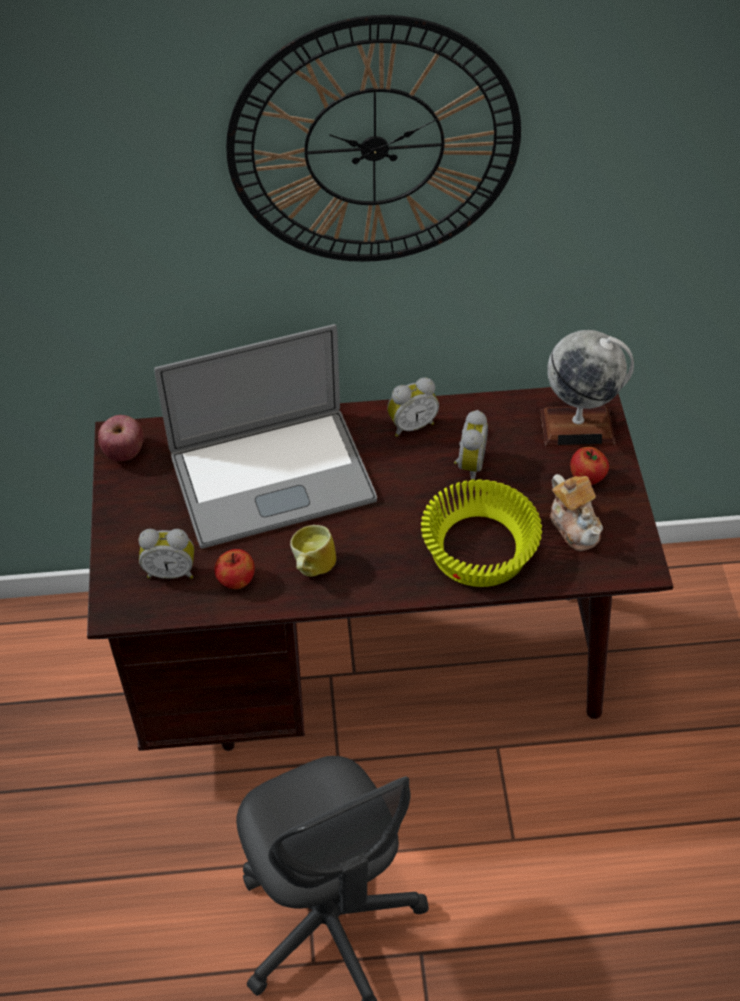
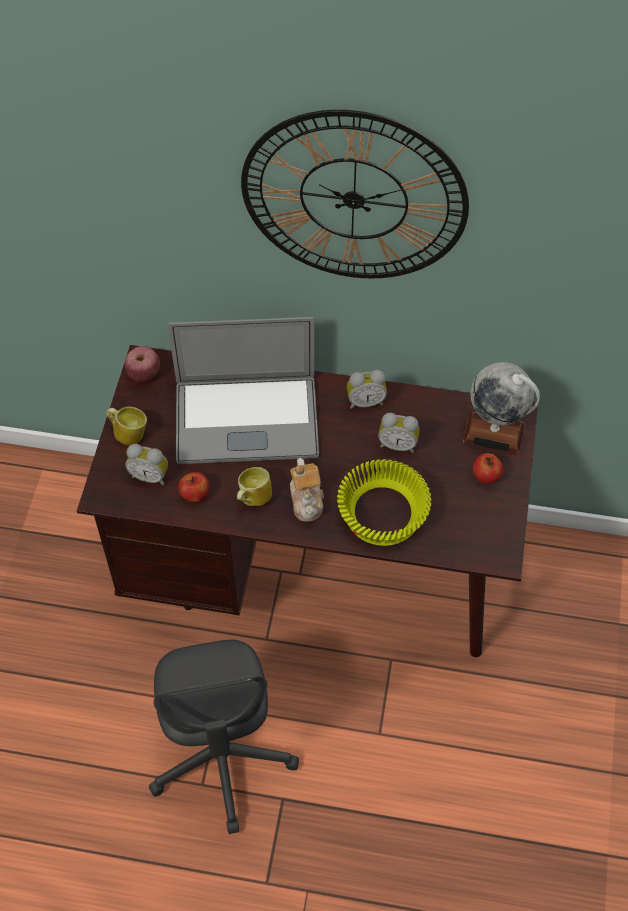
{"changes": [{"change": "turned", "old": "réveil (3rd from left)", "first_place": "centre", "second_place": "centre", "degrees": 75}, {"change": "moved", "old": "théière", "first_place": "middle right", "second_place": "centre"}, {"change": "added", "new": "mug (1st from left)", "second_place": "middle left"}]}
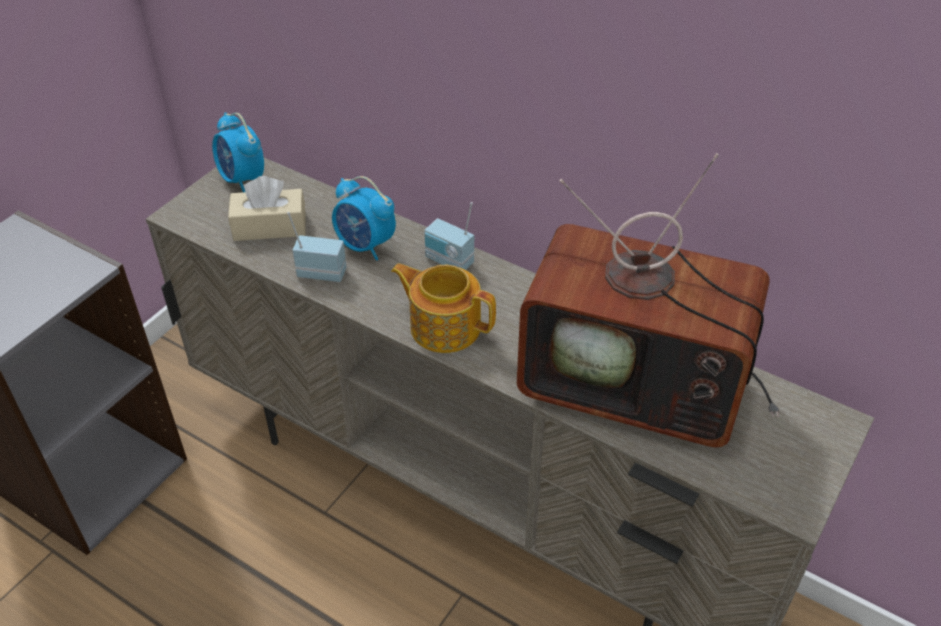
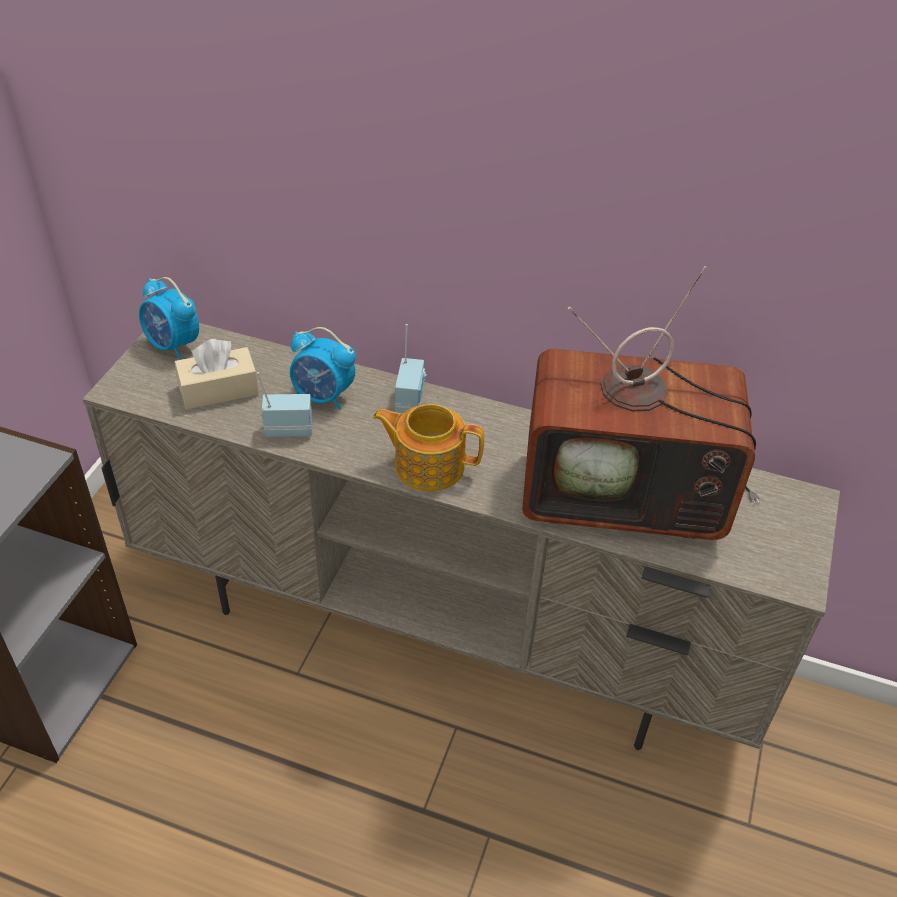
{"changes": [{"change": "turned", "old": "radio (2nd from left)", "first_place": "centre", "second_place": "centre", "degrees": -105}]}
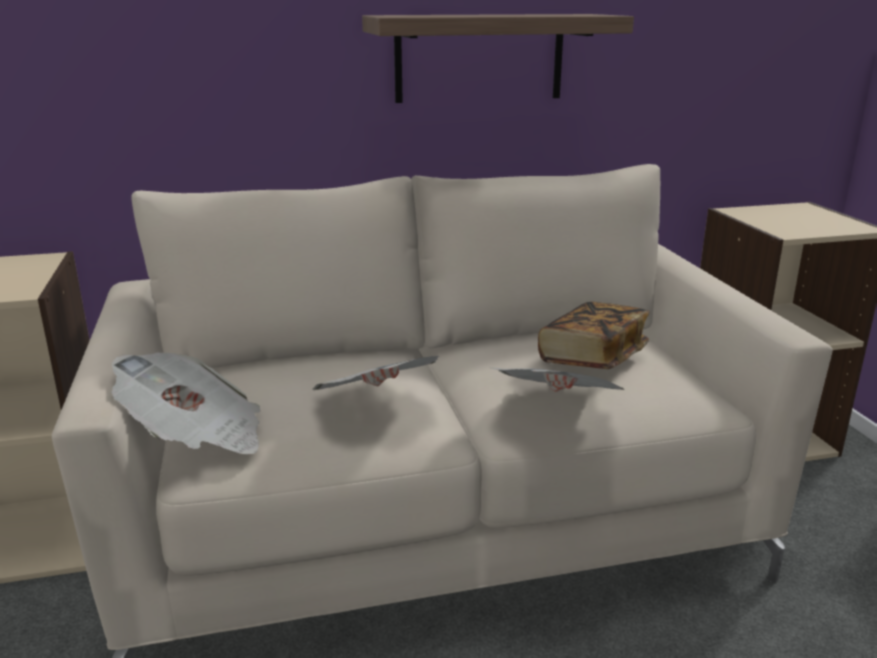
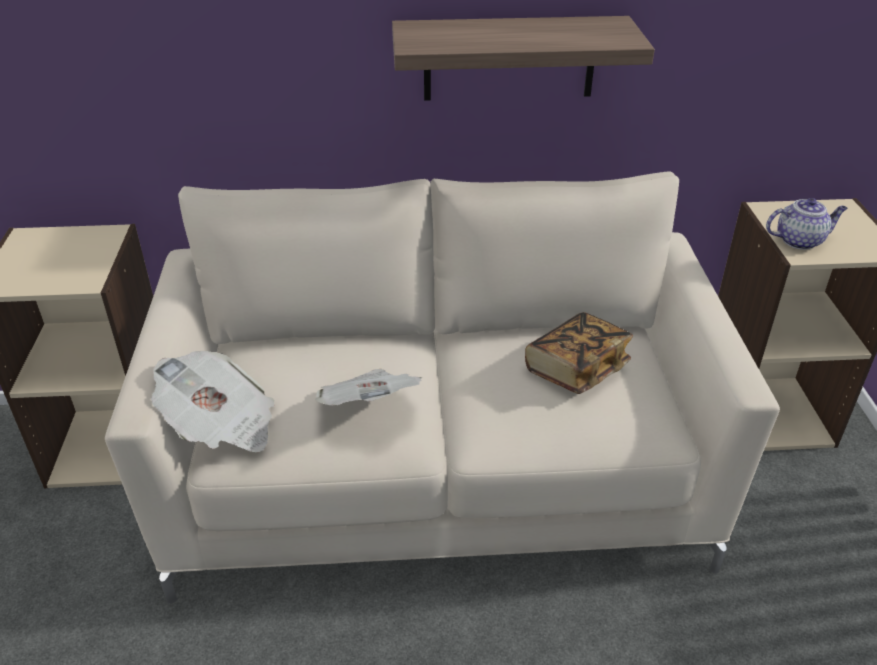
{"changes": [{"change": "removed", "old": "journal (3rd from left)", "first_place": "centre"}, {"change": "added", "new": "théière", "second_place": "middle right"}]}
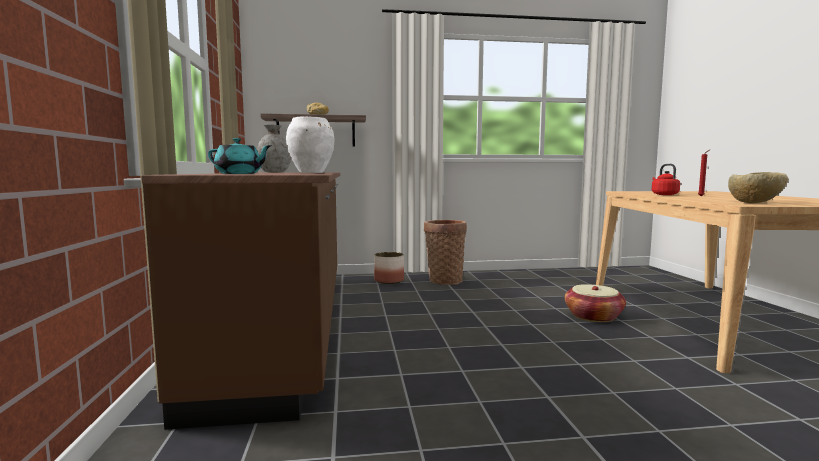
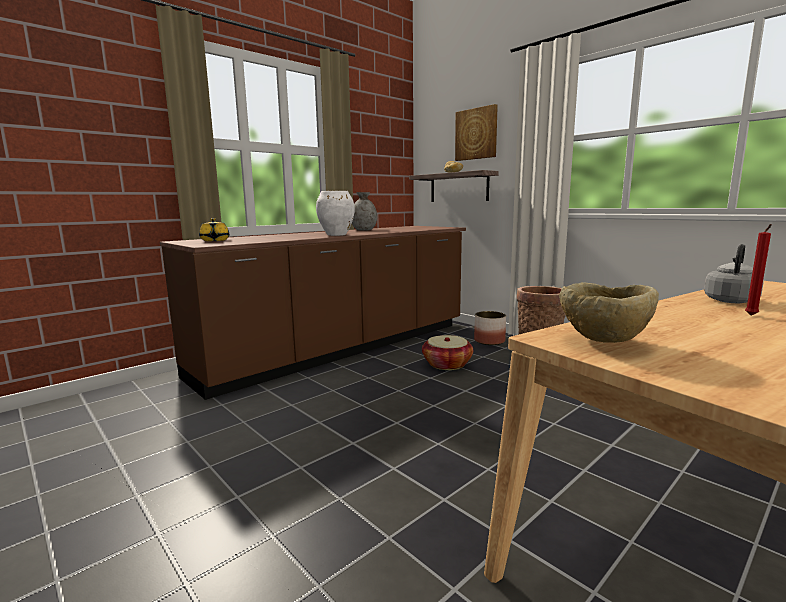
{"changes": [{"change": "recoloured", "old": "théière/turquoise", "new": "théière/jaune", "first_place": "middle left", "second_place": "middle left"}, {"change": "recoloured", "old": "bouilloire/rouge", "new": "bouilloire/gris", "first_place": "middle right", "second_place": "middle right"}, {"change": "moved", "old": "panier (2nd from left in the first image)", "new": "panier (1st from left)", "first_place": "middle right", "second_place": "centre"}, {"change": "added", "new": "tableau", "second_place": "top centre"}]}
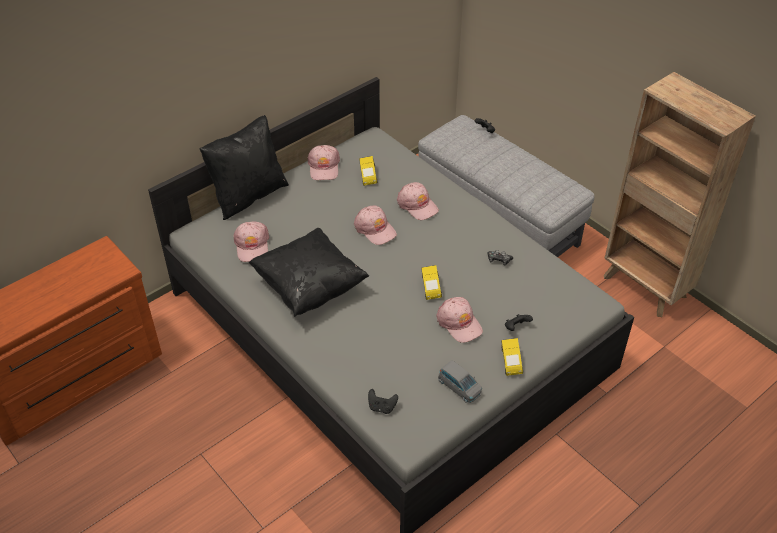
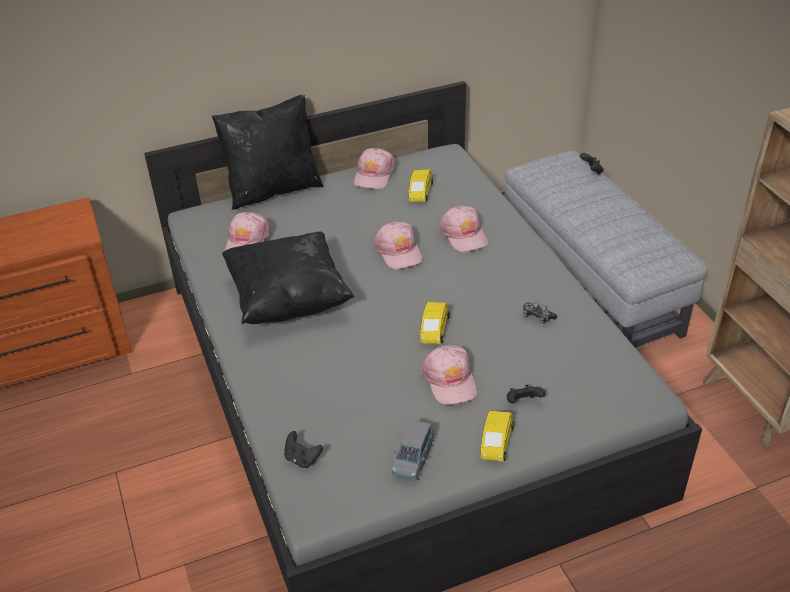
{"changes": [{"change": "turned", "old": "petite voiture/gris", "first_place": "bottom centre", "second_place": "bottom centre", "degrees": 45}]}
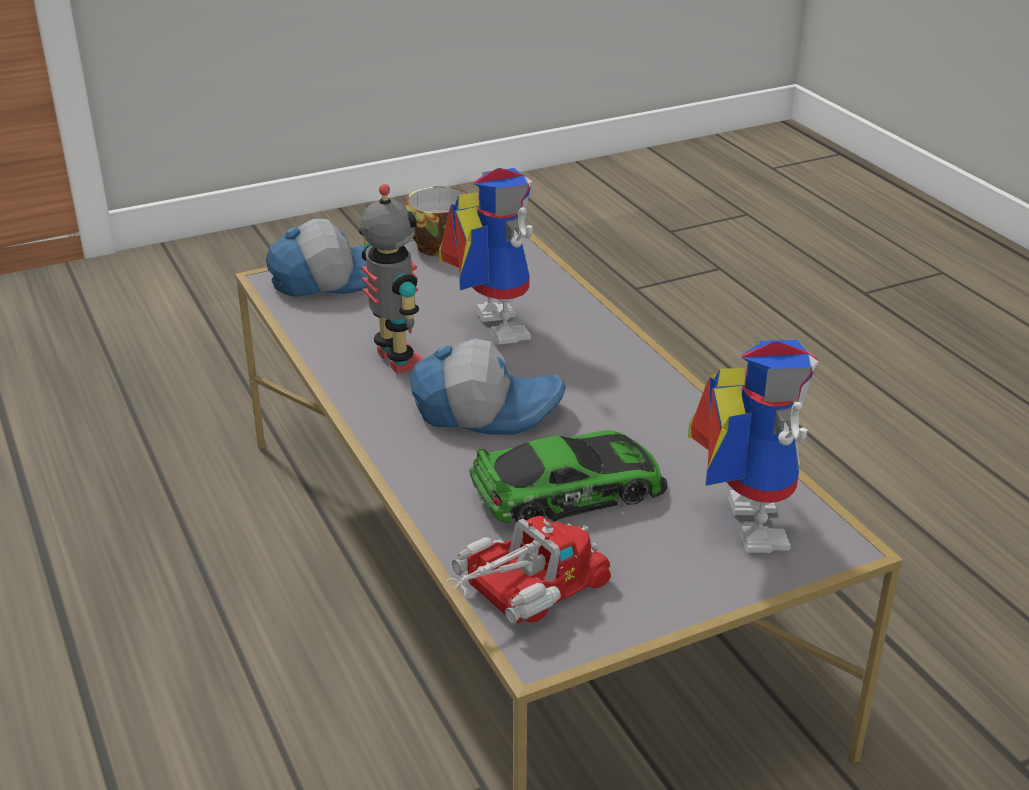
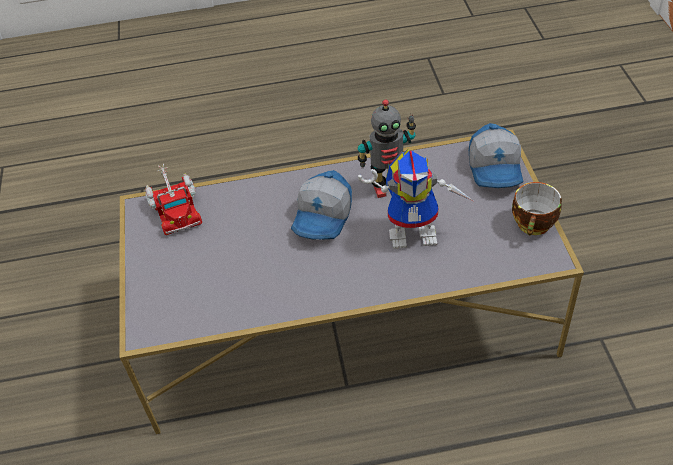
{"changes": [{"change": "removed", "old": "robot jouet (3rd from left)", "first_place": "middle right"}, {"change": "removed", "old": "petite voiture", "first_place": "centre"}]}
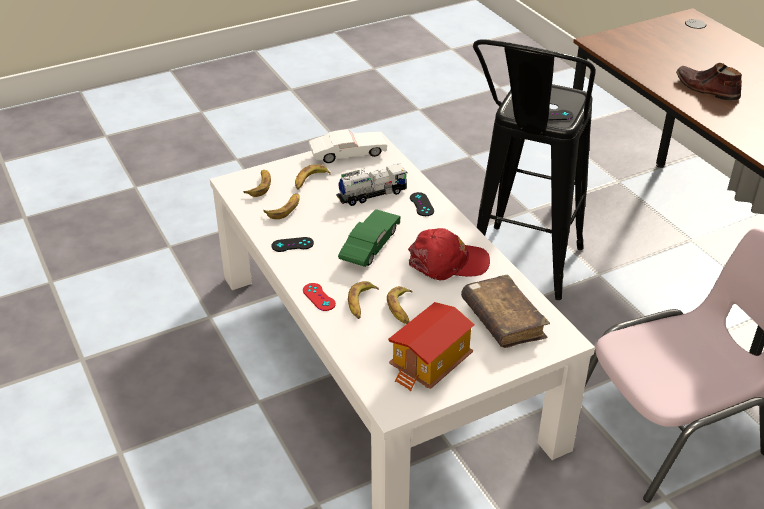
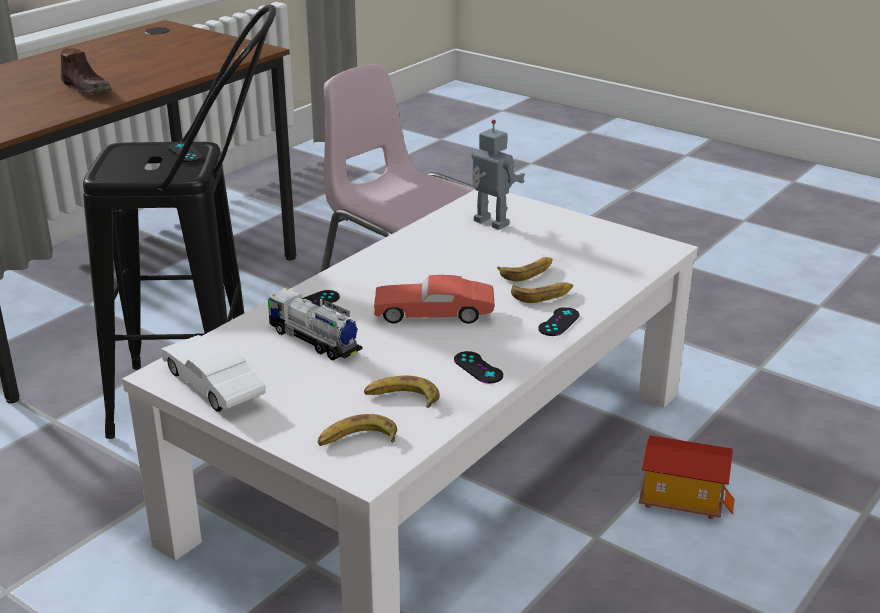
{"changes": [{"change": "turned", "old": "chaussure/marron", "first_place": "top right", "second_place": "top left", "degrees": -60}, {"change": "removed", "old": "banane (3rd from left)", "first_place": "centre"}, {"change": "recoloured", "old": "petite voiture/vert", "new": "petite voiture/rouge", "first_place": "centre", "second_place": "centre"}, {"change": "removed", "old": "casquette/rouge", "first_place": "centre"}, {"change": "replaced", "old": "livre/marron", "new": "robot jouet", "first_place": "centre", "second_place": "top centre"}, {"change": "recoloured", "old": "manette/rouge", "new": "manette/noir (4th from left)", "first_place": "centre", "second_place": "centre"}, {"change": "moved", "old": "maison miniature", "first_place": "bottom centre", "second_place": "bottom right"}]}
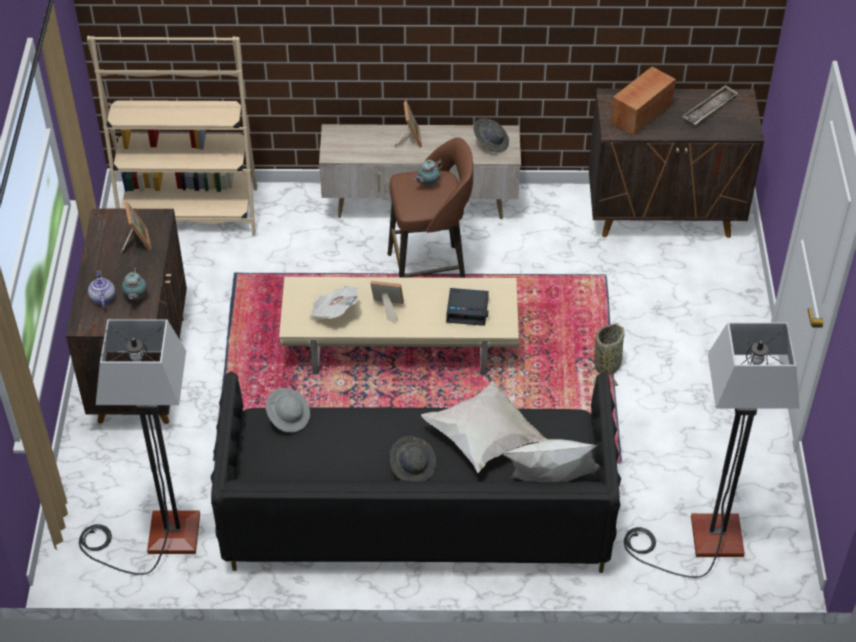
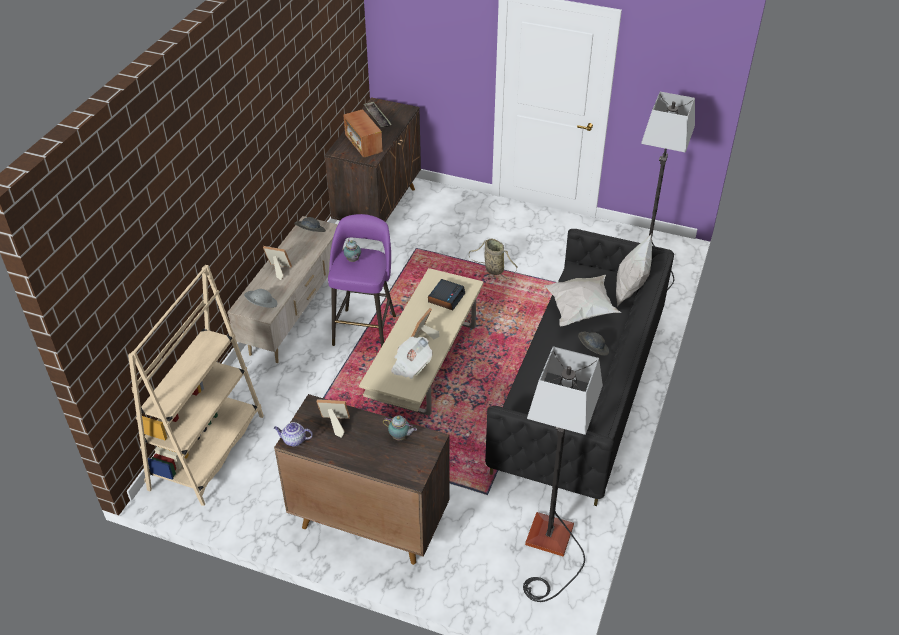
{"changes": [{"change": "recoloured", "old": "tabouret/marron", "new": "tabouret/violet", "first_place": "top centre", "second_place": "centre"}, {"change": "moved", "old": "théière (1st from left)", "first_place": "middle left", "second_place": "bottom left"}, {"change": "moved", "old": "chapeau/gris (1st from left)", "first_place": "centre", "second_place": "middle left"}]}
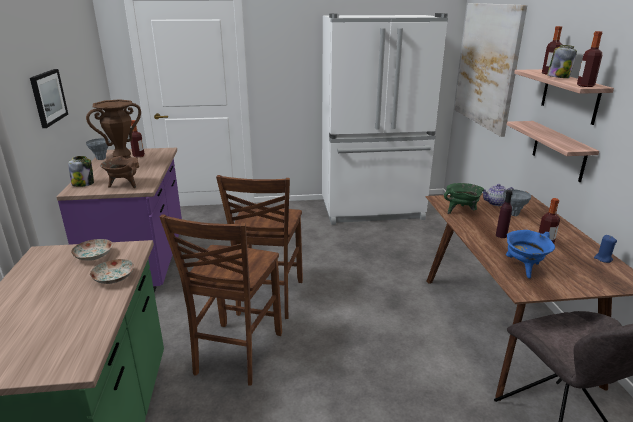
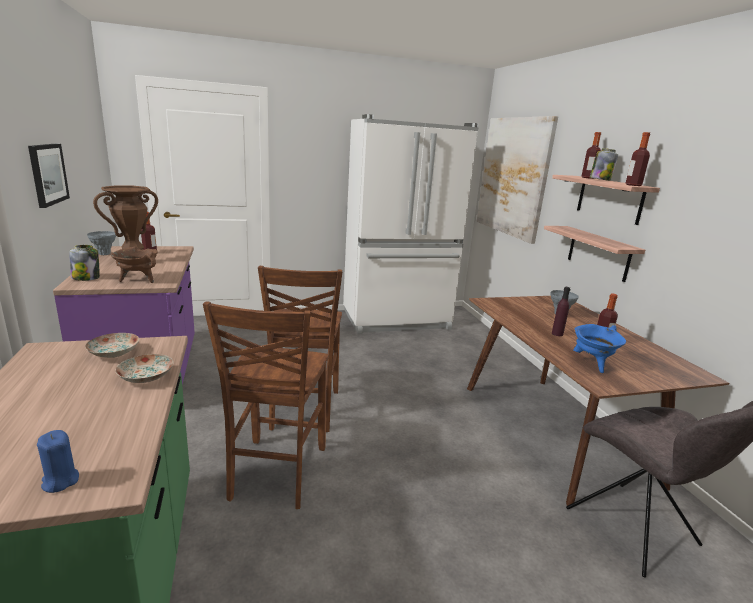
{"changes": [{"change": "removed", "old": "marmite/vert", "first_place": "middle right"}, {"change": "removed", "old": "théière", "first_place": "middle right"}, {"change": "moved", "old": "bougie/bleu", "first_place": "middle right", "second_place": "bottom left"}]}
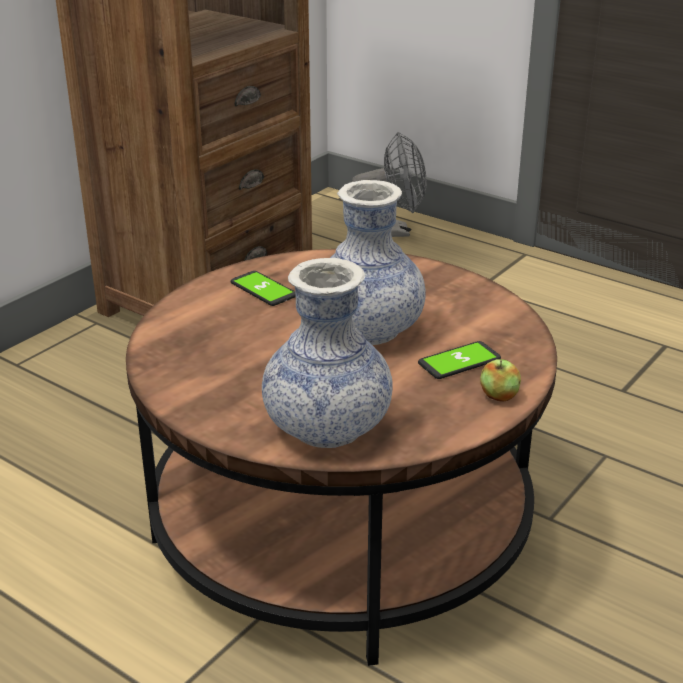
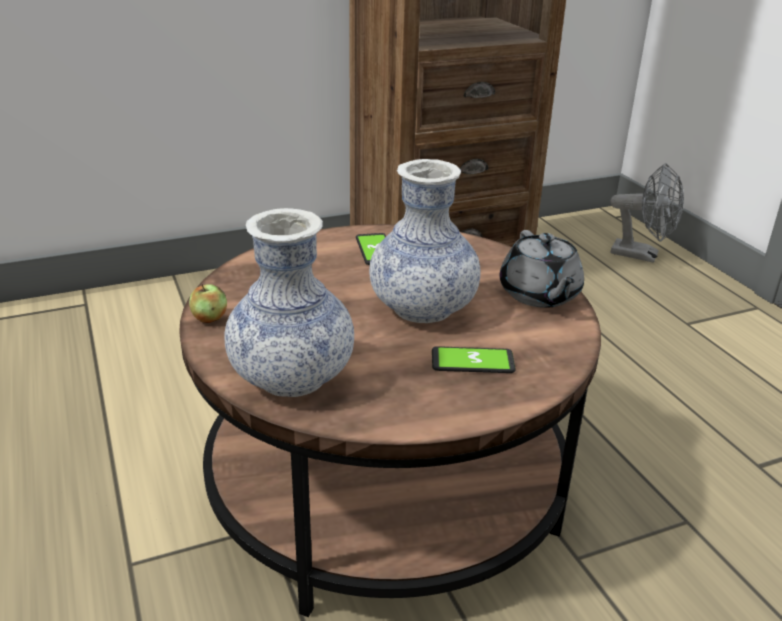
{"changes": [{"change": "moved", "old": "pomme", "first_place": "middle right", "second_place": "middle left"}, {"change": "added", "new": "théière/gris", "second_place": "middle right"}]}
